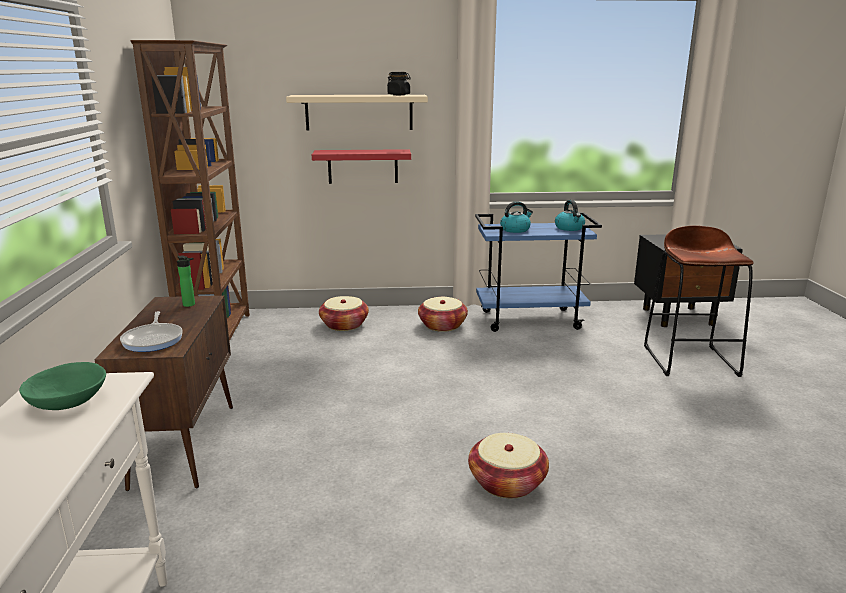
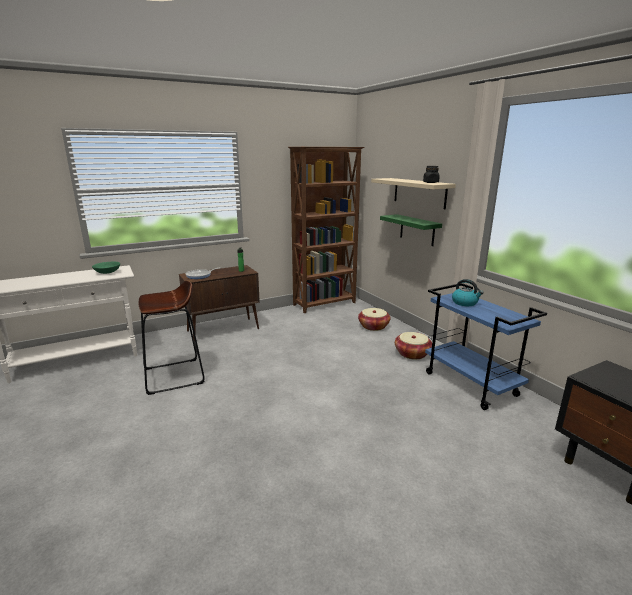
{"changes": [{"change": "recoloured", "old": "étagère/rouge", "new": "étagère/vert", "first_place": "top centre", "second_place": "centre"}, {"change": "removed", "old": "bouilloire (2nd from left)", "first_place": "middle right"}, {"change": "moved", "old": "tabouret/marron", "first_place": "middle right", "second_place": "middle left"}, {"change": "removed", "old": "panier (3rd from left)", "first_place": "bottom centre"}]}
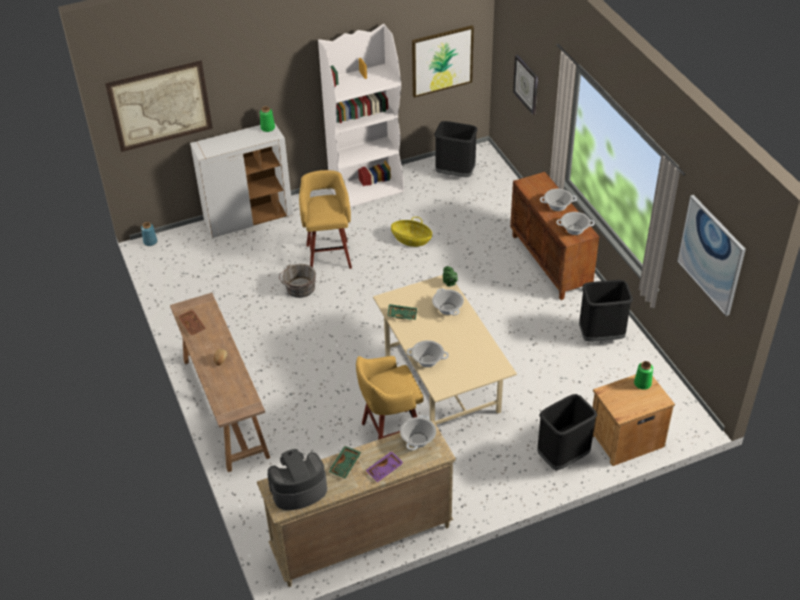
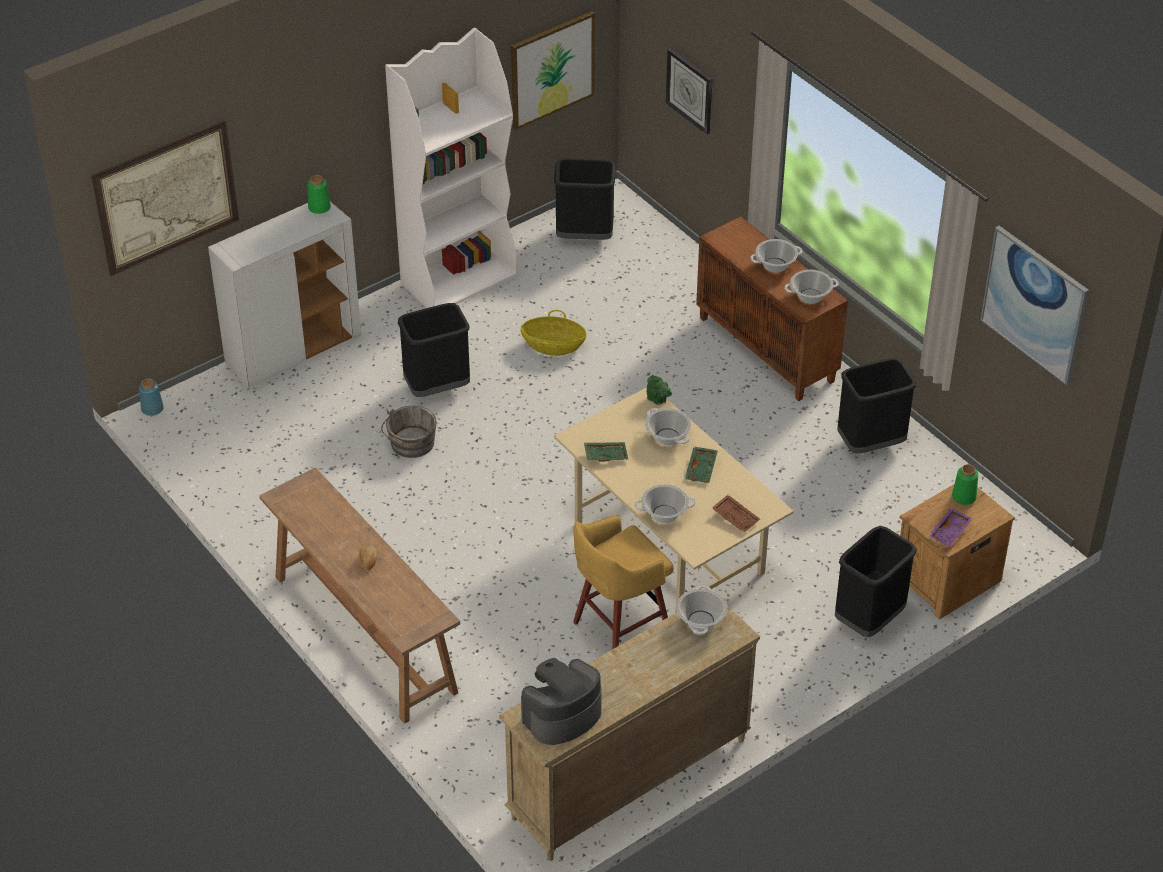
{"changes": [{"change": "replaced", "old": "tabouret/jaune (1st from left)", "new": "poubelle/noir (1st from left)", "first_place": "centre", "second_place": "centre"}, {"change": "moved", "old": "plateau/marron", "first_place": "middle left", "second_place": "centre"}, {"change": "moved", "old": "plateau/vert (1st from left in the first image)", "new": "plateau/vert (2nd from left)", "first_place": "bottom centre", "second_place": "centre"}, {"change": "moved", "old": "plateau/violet", "first_place": "bottom centre", "second_place": "middle right"}]}
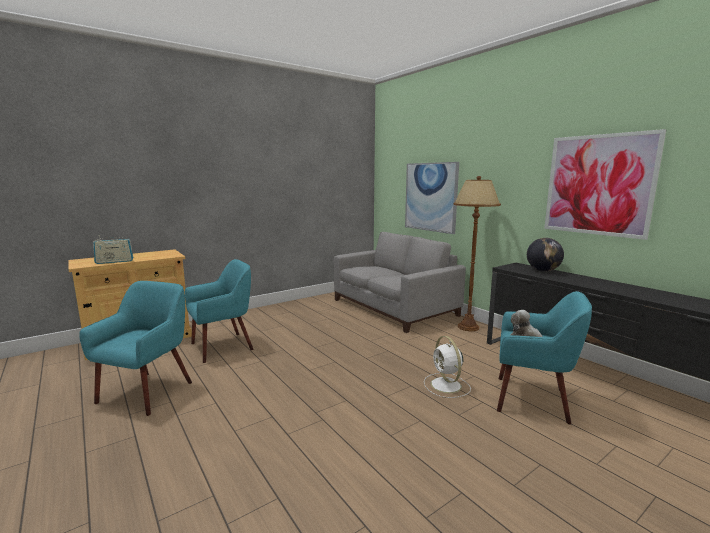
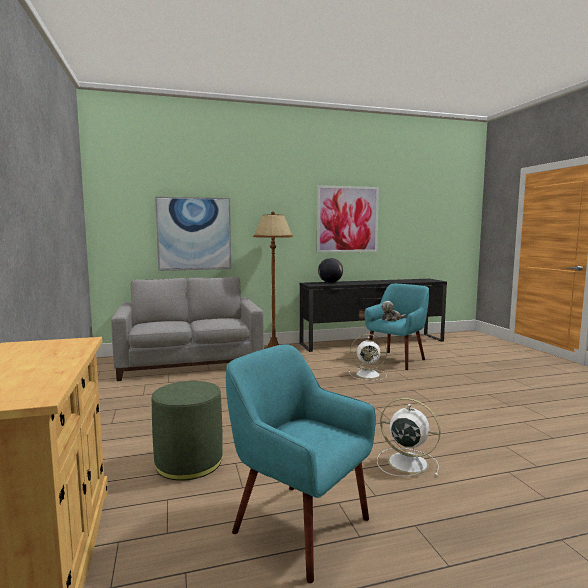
{"changes": [{"change": "removed", "old": "radio", "first_place": "middle left"}, {"change": "replaced", "old": "fauteuil/turquoise (2nd from left)", "new": "pouf/vert", "first_place": "middle left", "second_place": "bottom left"}, {"change": "added", "new": "ventilateur/blanc (2nd from left)", "second_place": "bottom right"}]}
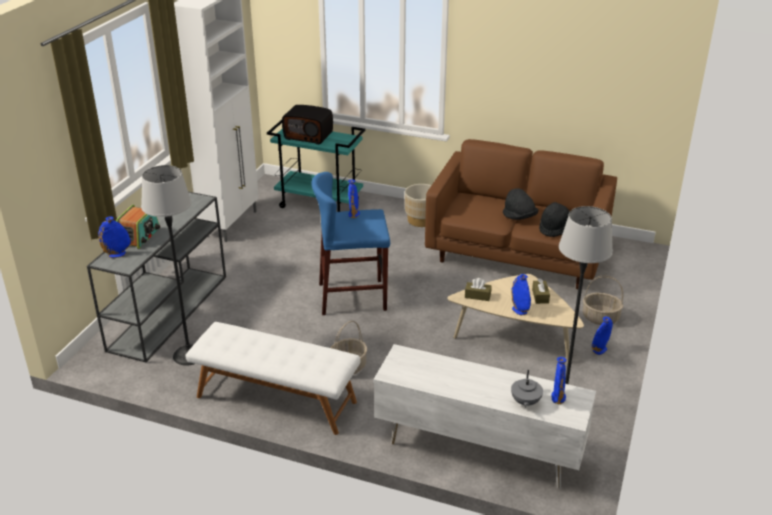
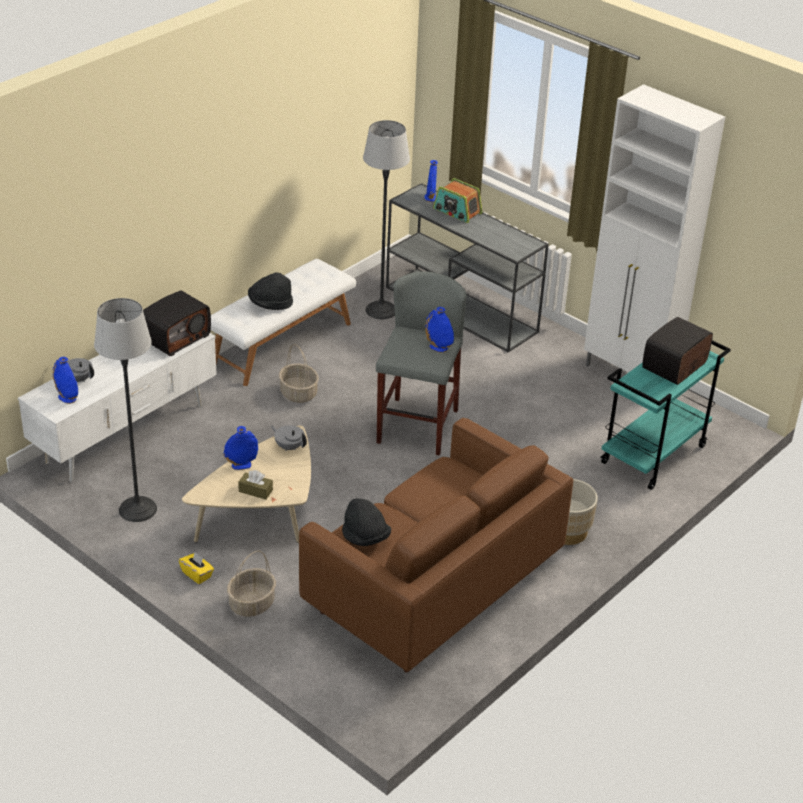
{"changes": [{"change": "recoloured", "old": "tabouret/bleu", "new": "tabouret/gris", "first_place": "centre", "second_place": "centre"}, {"change": "moved", "old": "chapeau/noir (1st from left)", "first_place": "middle right", "second_place": "centre"}, {"change": "replaced", "old": "boîte à mouchoirs/marron (1st from left)", "new": "théière/gris (2nd from left)", "first_place": "centre", "second_place": "centre"}, {"change": "replaced", "old": "vase/bleu (5th from left)", "new": "boîte à mouchoirs/jaune", "first_place": "middle right", "second_place": "bottom left"}, {"change": "added", "new": "radio (1st from left)", "second_place": "middle left"}]}
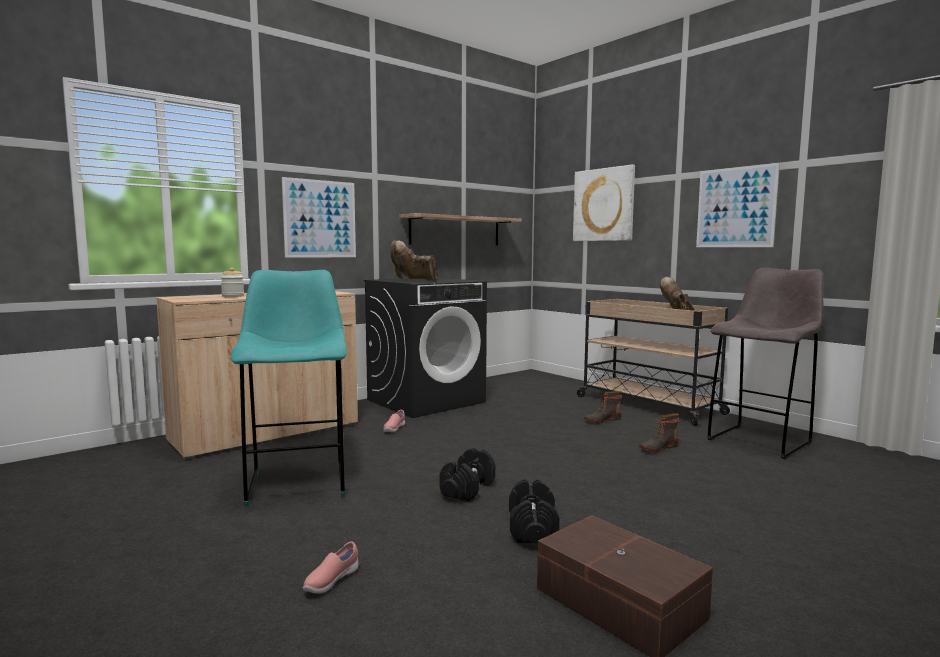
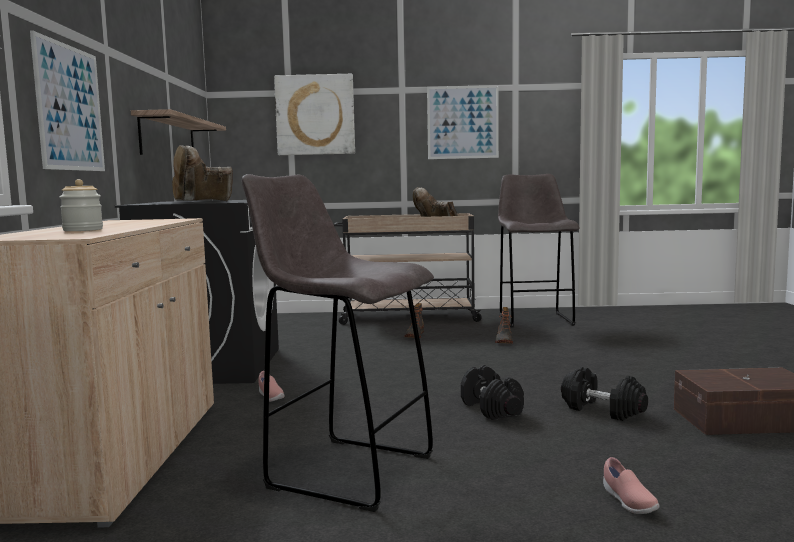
{"changes": [{"change": "recoloured", "old": "tabouret/turquoise", "new": "tabouret/gris (1st from left)", "first_place": "middle left", "second_place": "centre"}]}
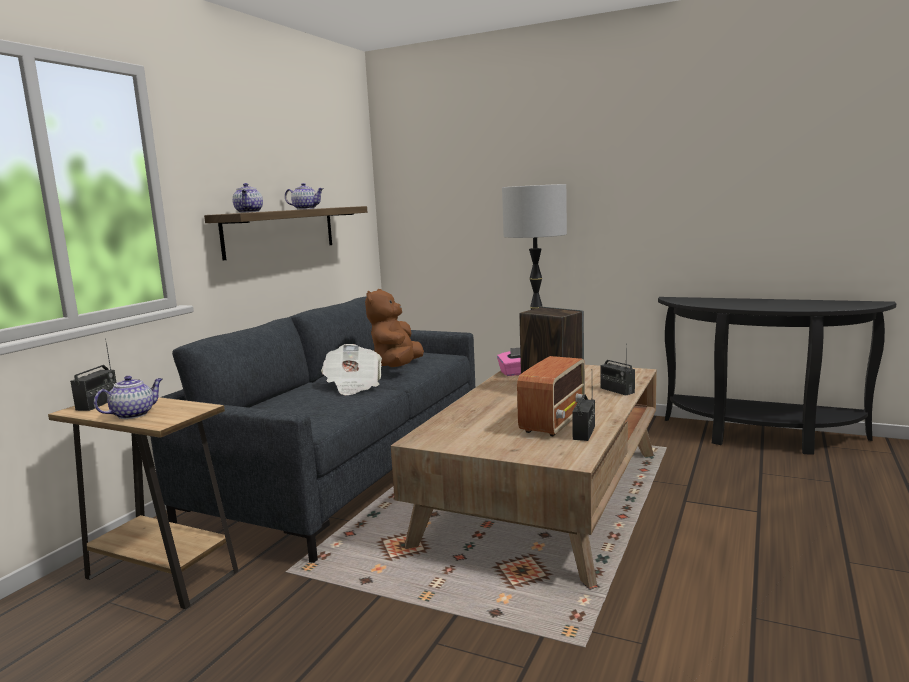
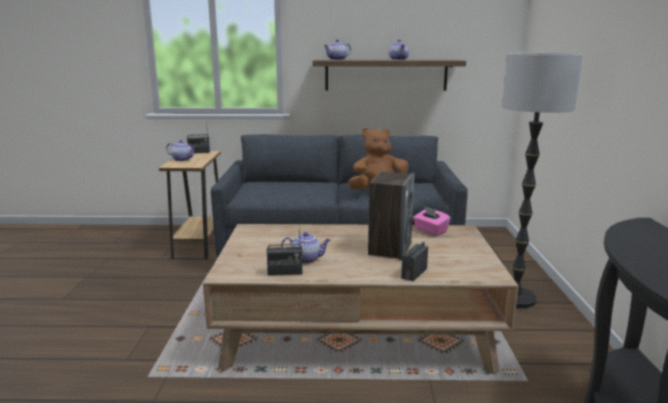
{"changes": [{"change": "removed", "old": "journal", "first_place": "centre"}, {"change": "replaced", "old": "radio (2nd from left)", "new": "théière (2nd from left)", "first_place": "centre", "second_place": "centre"}]}
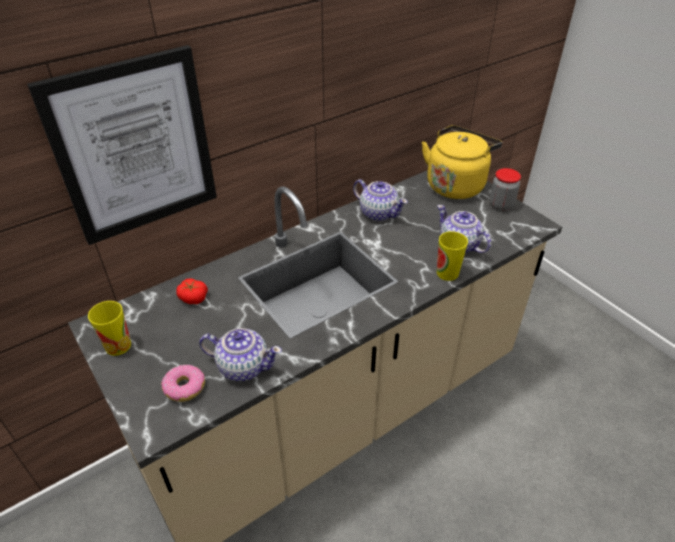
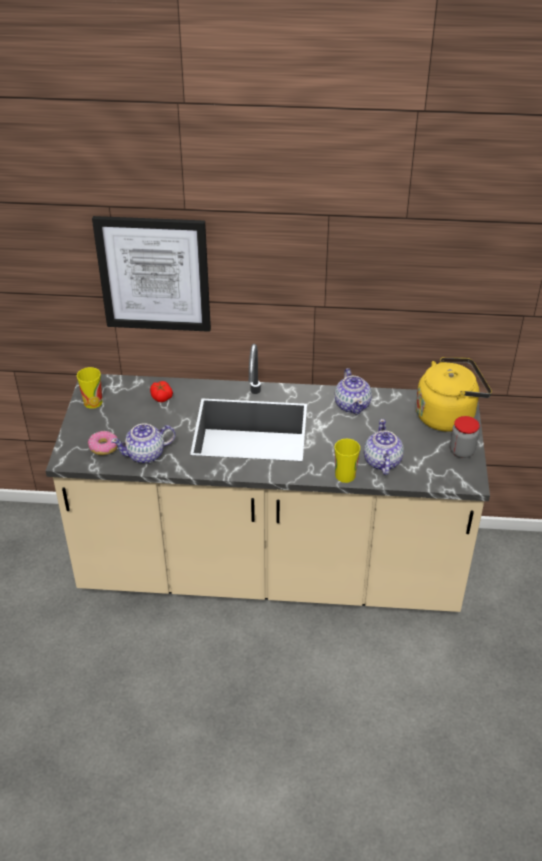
{"changes": [{"change": "turned", "old": "théière (1st from left)", "first_place": "centre", "second_place": "middle left", "degrees": 105}]}
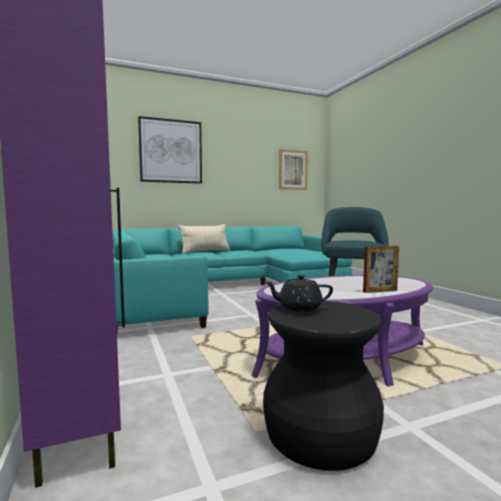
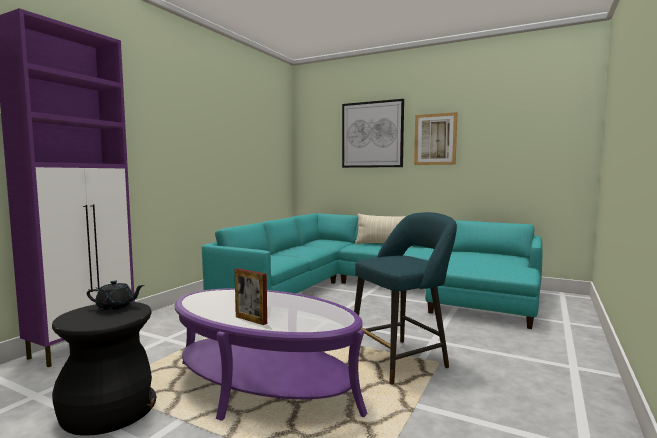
{"changes": [{"change": "moved", "old": "tableau (2nd from left)", "first_place": "centre", "second_place": "top centre"}, {"change": "turned", "old": "théière/noir", "first_place": "centre", "second_place": "bottom left", "degrees": 120}]}
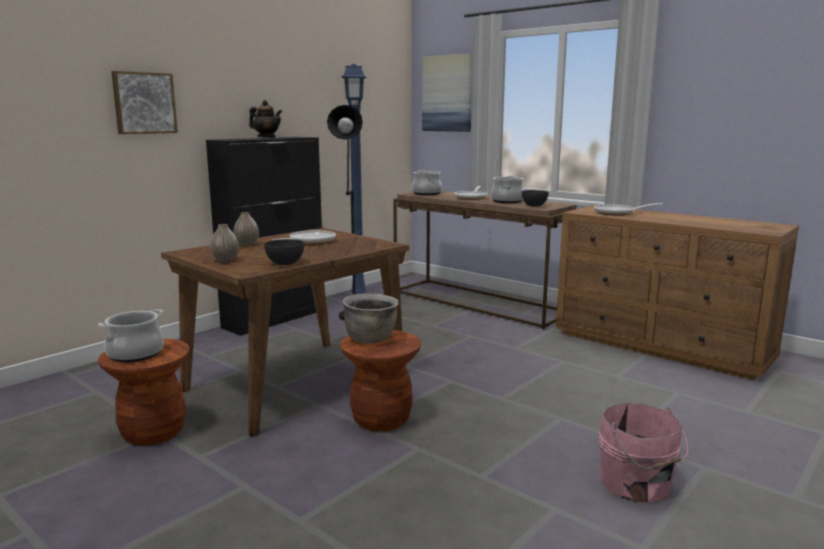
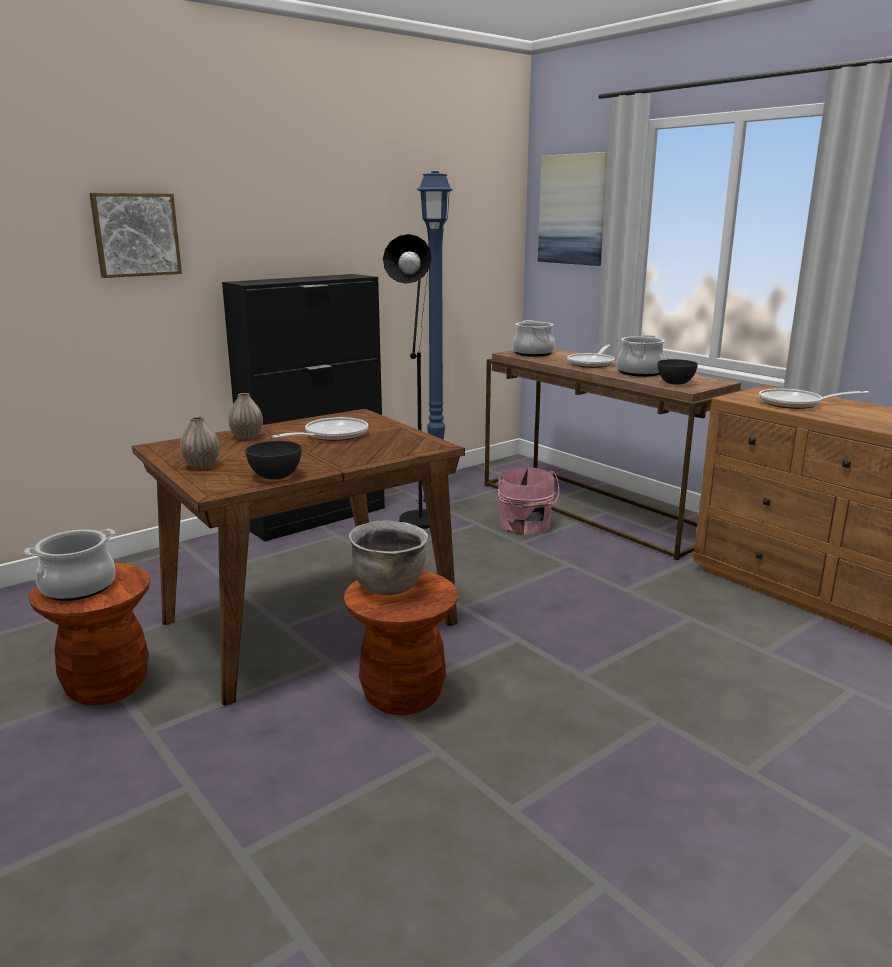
{"changes": [{"change": "removed", "old": "théière", "first_place": "top left"}, {"change": "moved", "old": "seau/rose", "first_place": "bottom right", "second_place": "centre"}]}
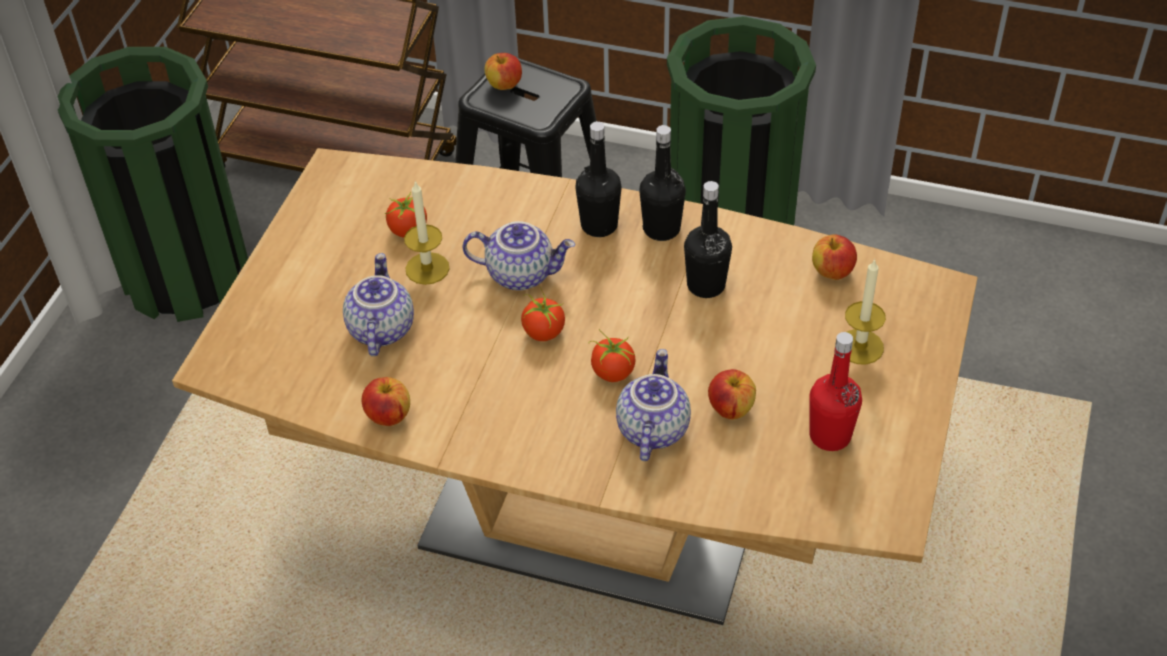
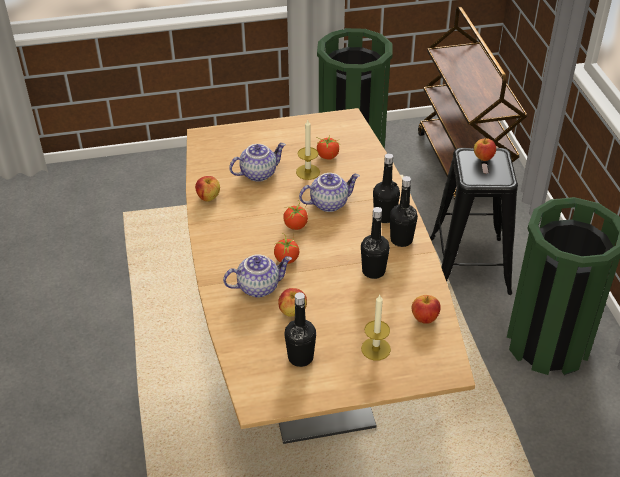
{"changes": [{"change": "turned", "old": "théière (2nd from left in the first image)", "first_place": "centre", "second_place": "centre", "degrees": -90}, {"change": "recoloured", "old": "bouteille/rouge", "new": "bouteille/noir (1st from left)", "first_place": "middle right", "second_place": "bottom centre"}]}
